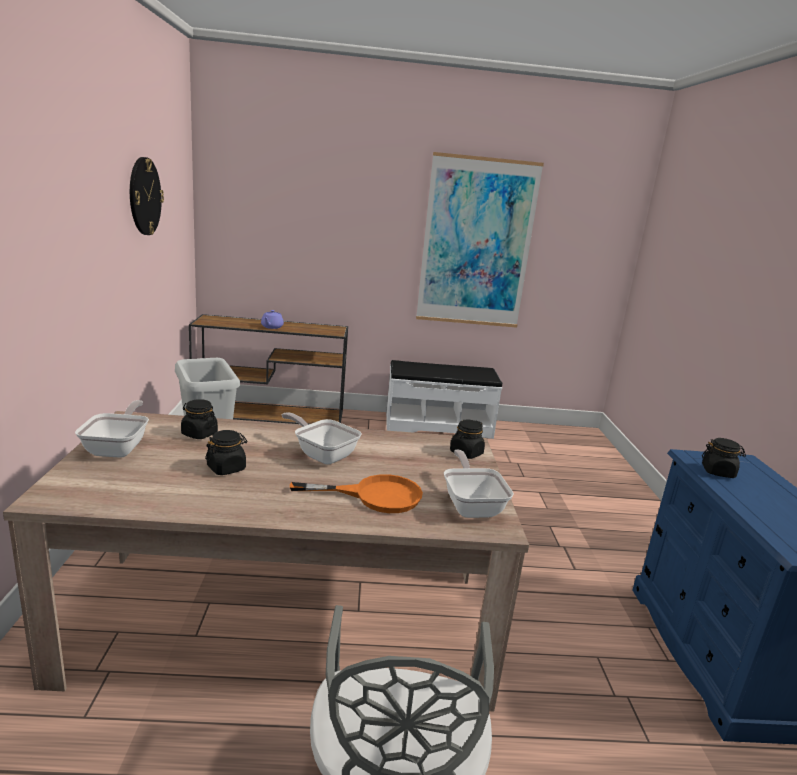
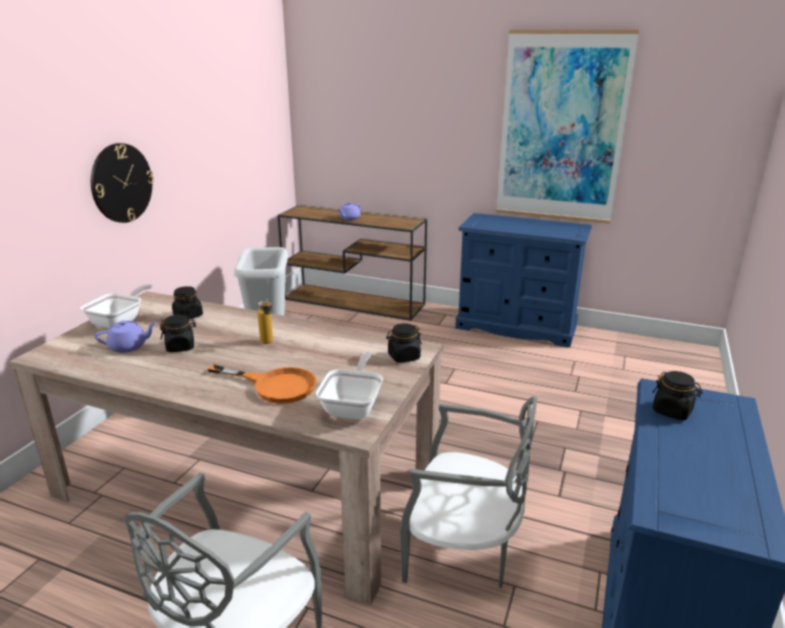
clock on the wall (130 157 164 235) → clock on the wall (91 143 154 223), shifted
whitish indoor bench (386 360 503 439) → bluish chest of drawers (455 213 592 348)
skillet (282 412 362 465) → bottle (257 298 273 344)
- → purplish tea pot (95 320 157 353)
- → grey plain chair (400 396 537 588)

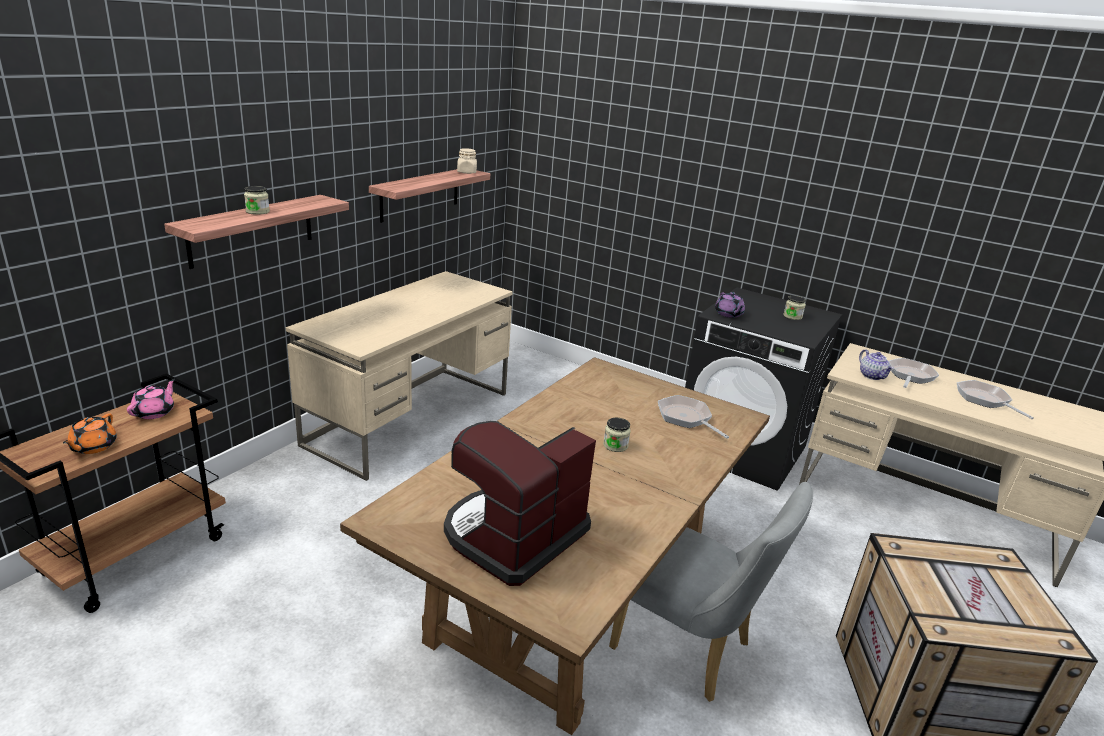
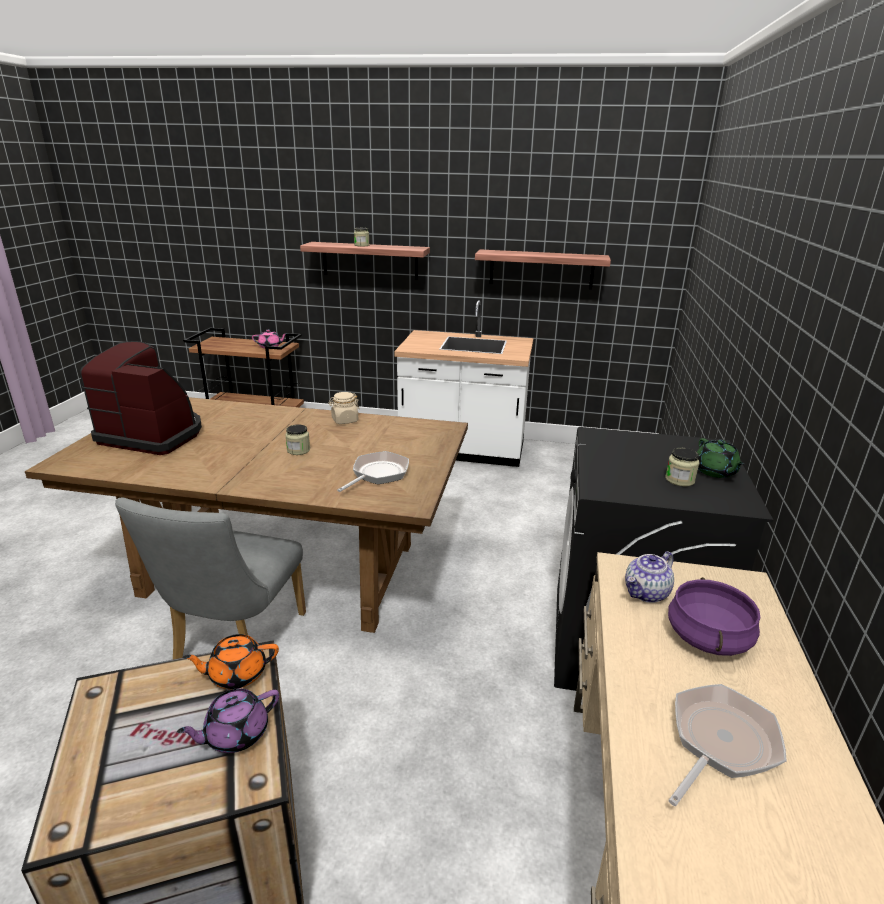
beige-coloured jar (457 148 477 174) → beige-coloured jar (328 392 360 424), shifted
beige-coloured desk table (286 271 513 481) → whitish kitchen base unit (394 300 533 467)
purplish tea pot (715 292 745 318) → purplish tea pot (177 688 279 753), shifted
skillet (888 358 939 388) → purplish stockpot (668 577 761 656)
orange-coloured tea pot (63 413 117 454) → orange-coloured tea pot (183 634 279 689), shifted
- → green-coloured tea pot (697 438 744 478)

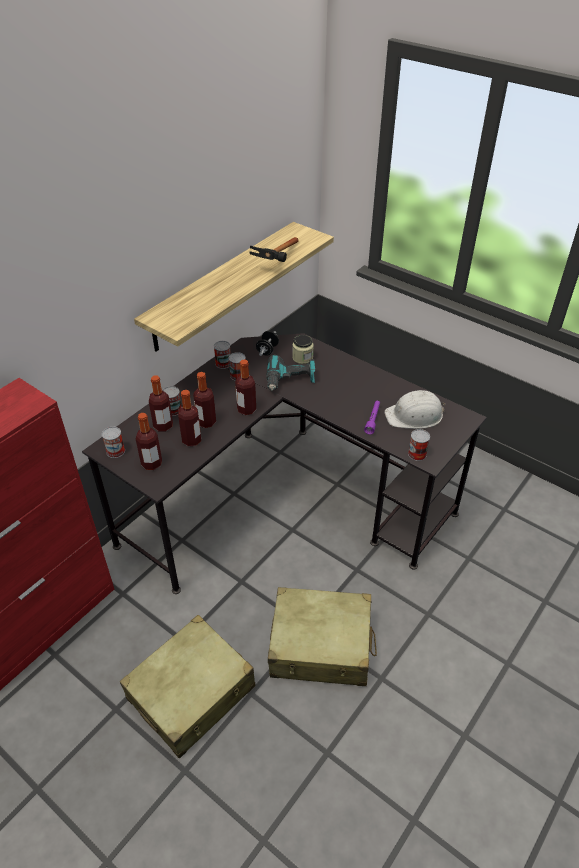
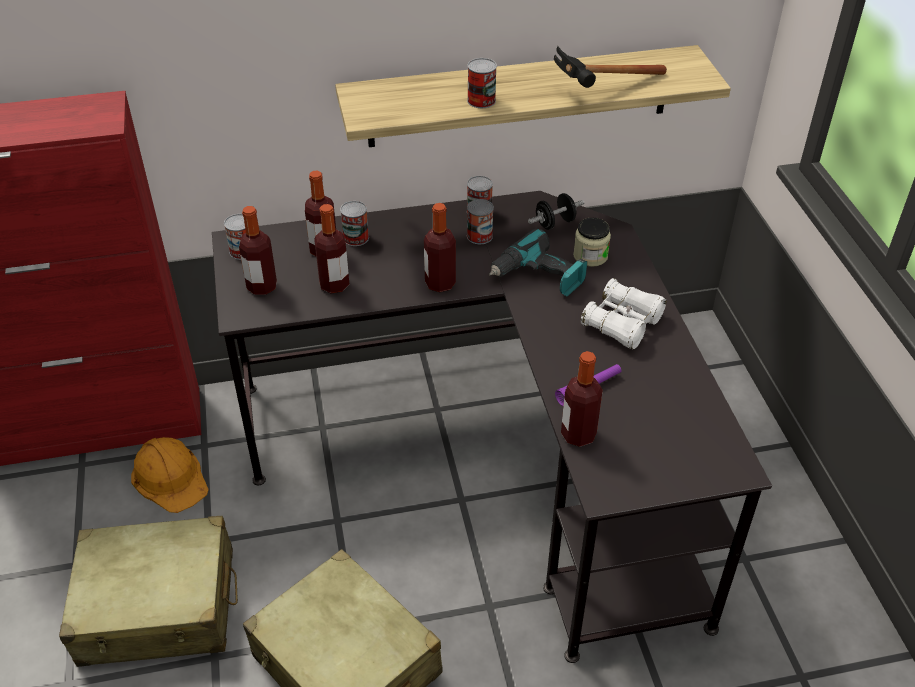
bottle (193 372 216 428) → bottle (561 351 603 447), shifted
whitish safety helmet (384 390 445 429) → -
metal can (408 429 430 461) → metal can (467 58 497 108), shifted
- → whitish pair of binoculars (581 278 666 349)
- → orange-coloured safety helmet (131 437 209 513)

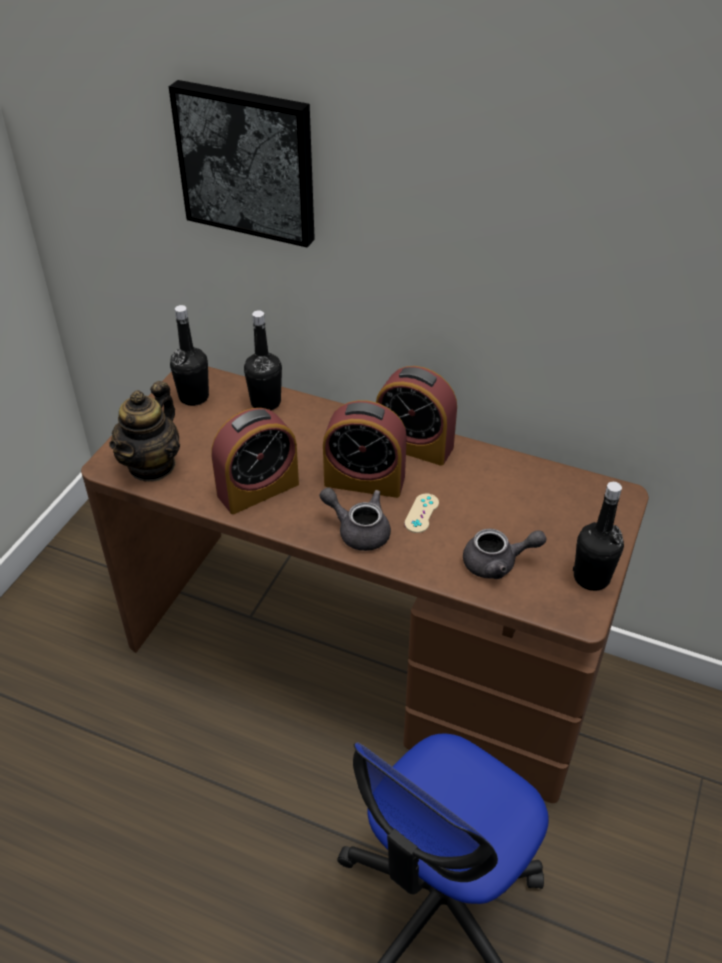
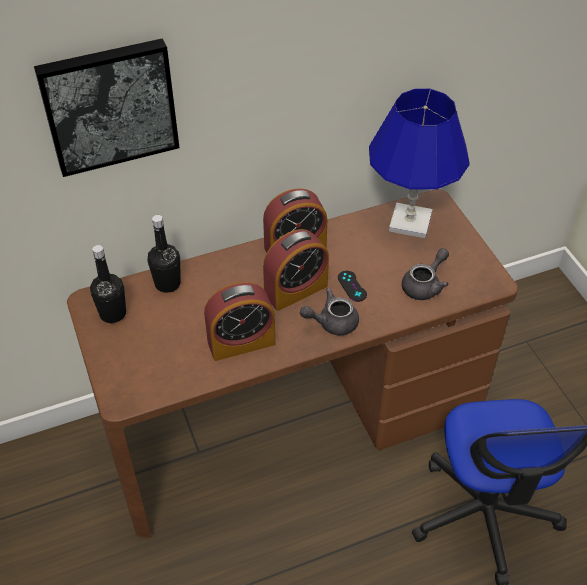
tea pot (109 381 180 482) → -
bedside clock (211 408 299 514) → bedside clock (204 282 275 361), 60 degrees clockwise
black-coloured bottle (573 482 624 591) → -
beige-coloured joypad (404 493 439 533) → black-coloured joypad (338 271 367 302)
- → bluish tabletop lamp (369 89 470 238)

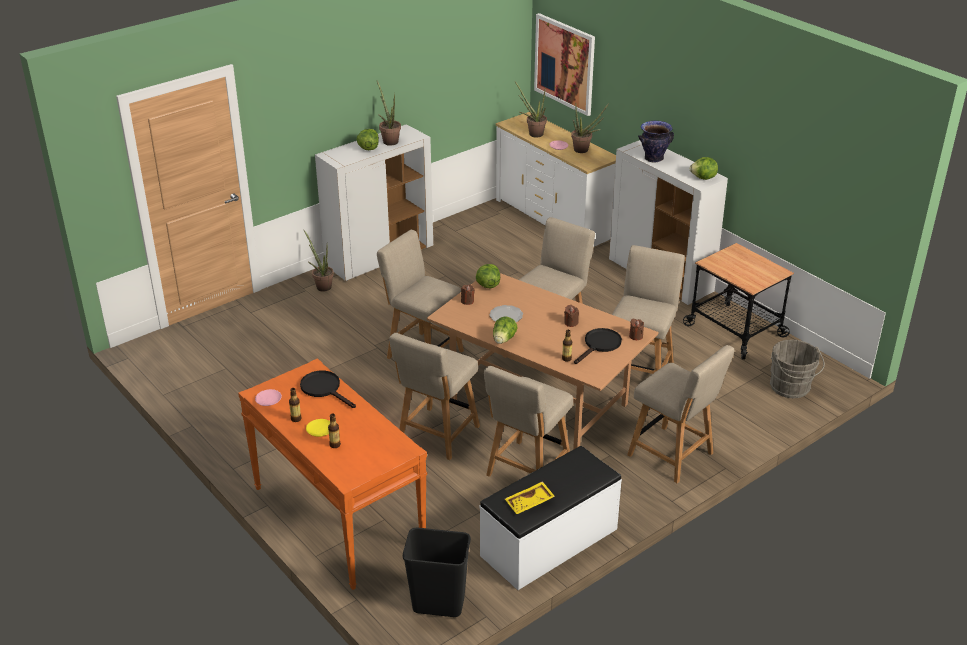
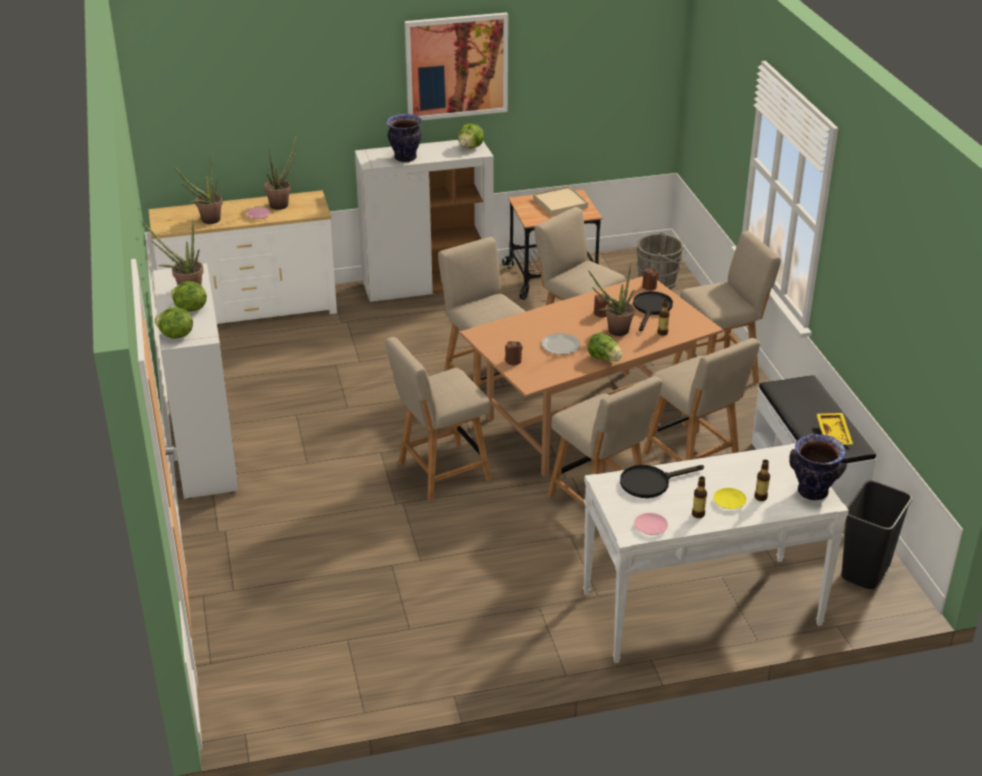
wall art (534 13 595 116) → wall art (405 12 508 120), shifted
houseplant (304 230 334 292) → houseplant (588 262 635 336), shifted
lettuce head (476 264 500 288) → lettuce head (155 307 193 339), shifted
black-coloured skillet (574 328 622 364) → black-coloured skillet (633 291 673 331), 45 degrees clockwise
orange-coloured console table (238 358 427 590) → whitish console table (583 443 849 663)
- → beige-coloured carrying tray (533 186 588 216)
- → flower vase (789 434 847 500)

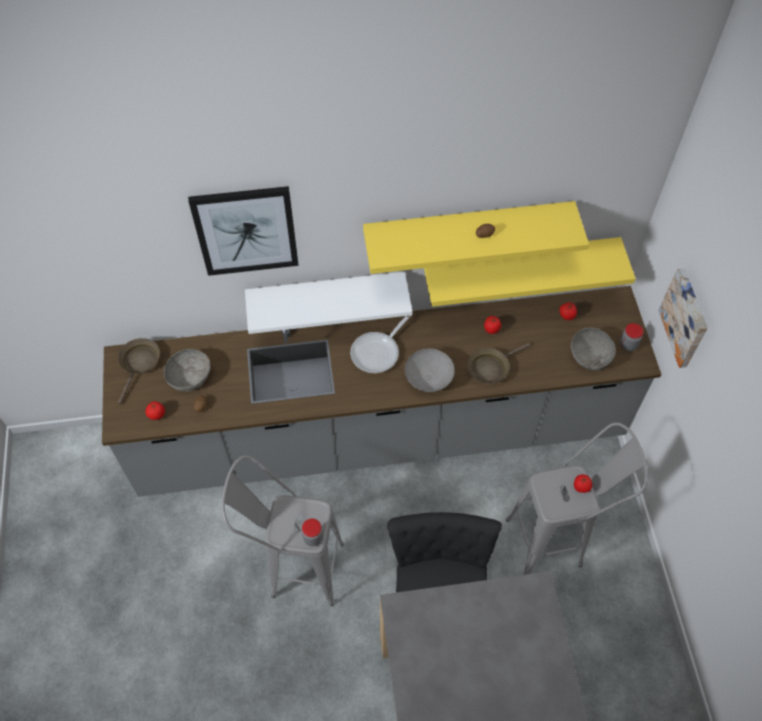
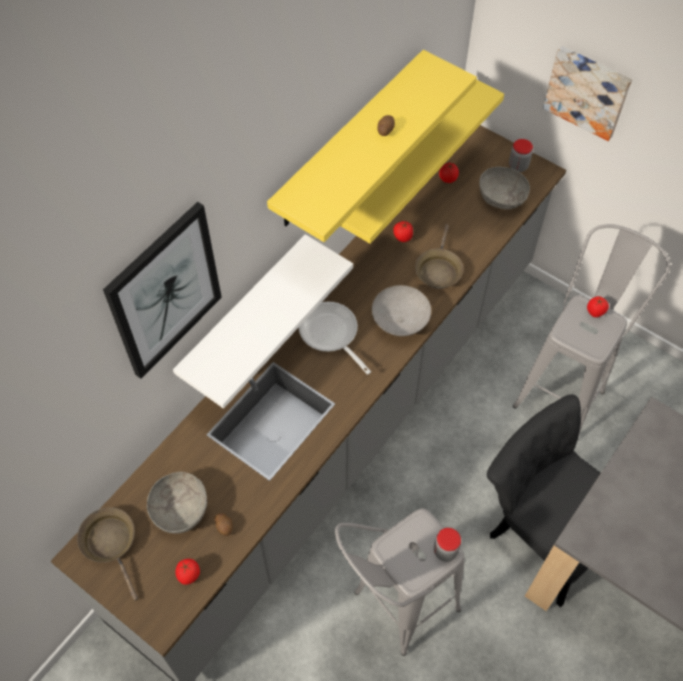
skillet (350 315 412 373) → skillet (299 302 371 374), 150 degrees clockwise

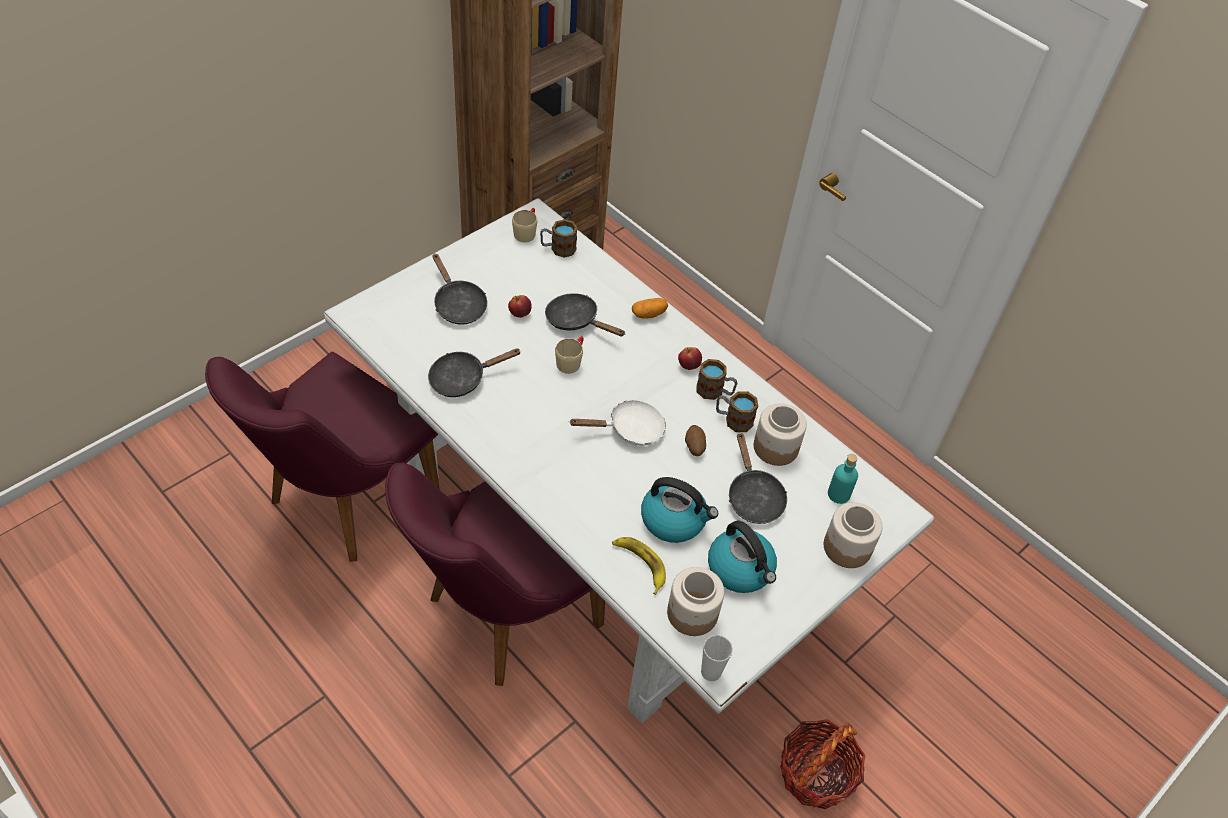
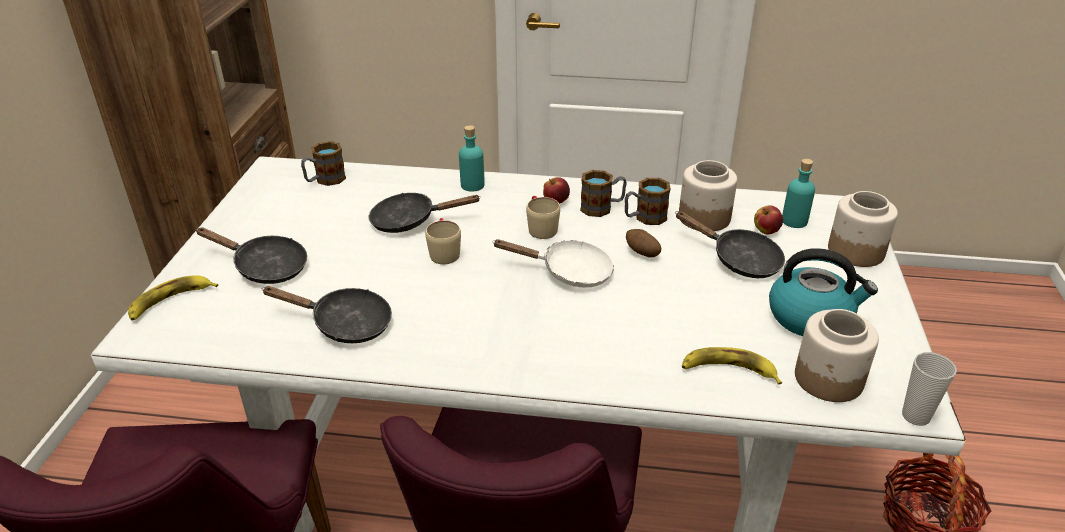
beige-coloured tea mug (512 208 537 242) → beige-coloured tea mug (526 196 560 239), shifted
apple (508 295 532 318) → apple (754 206 783 234), shifted
whole potato (632 298 668 319) → turquoise-coloured bottle (459 125 485 192)
black-coloured skillet (428 348 521 397) → black-coloured skillet (262 286 392 343), 105 degrees counterclockwise
whitish skillet (569 399 666 446) → whitish skillet (492 239 614 288), 60 degrees clockwise
kettle (641 477 718 543) → -
- → whole banana (128 275 219 320)

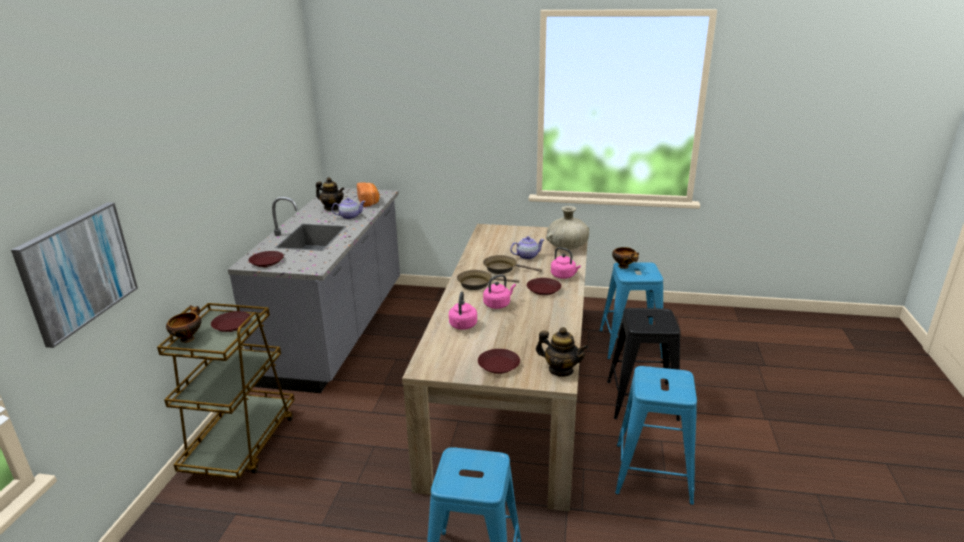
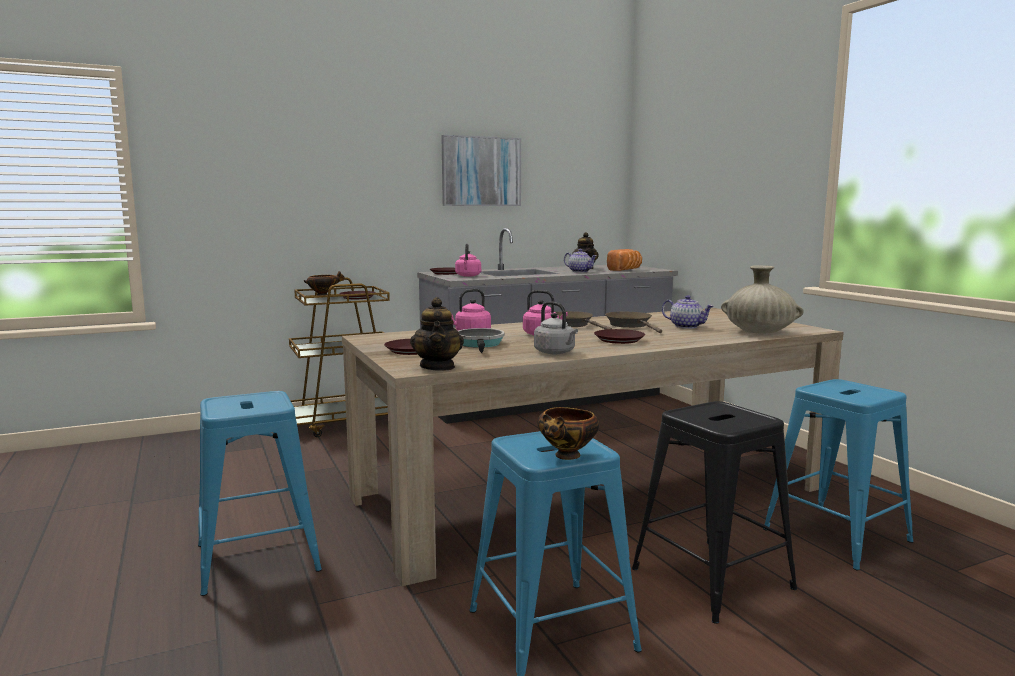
wall art (11 202 138 348) → wall art (441 135 521 206), shifted
pink kettle (551 247 581 279) → pink kettle (455 243 481 277), shifted
deep dish (612 247 639 269) → deep dish (537 407 599 460), shifted
- → grey kettle (534 301 578 354)
- → skillet (458 328 505 353)

